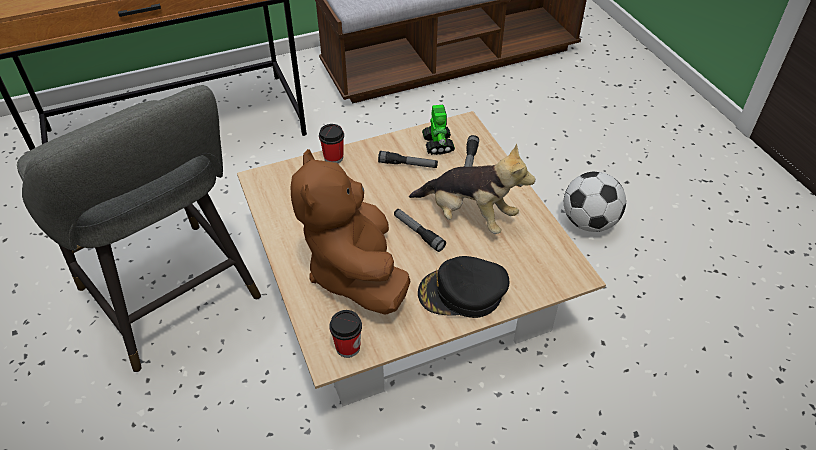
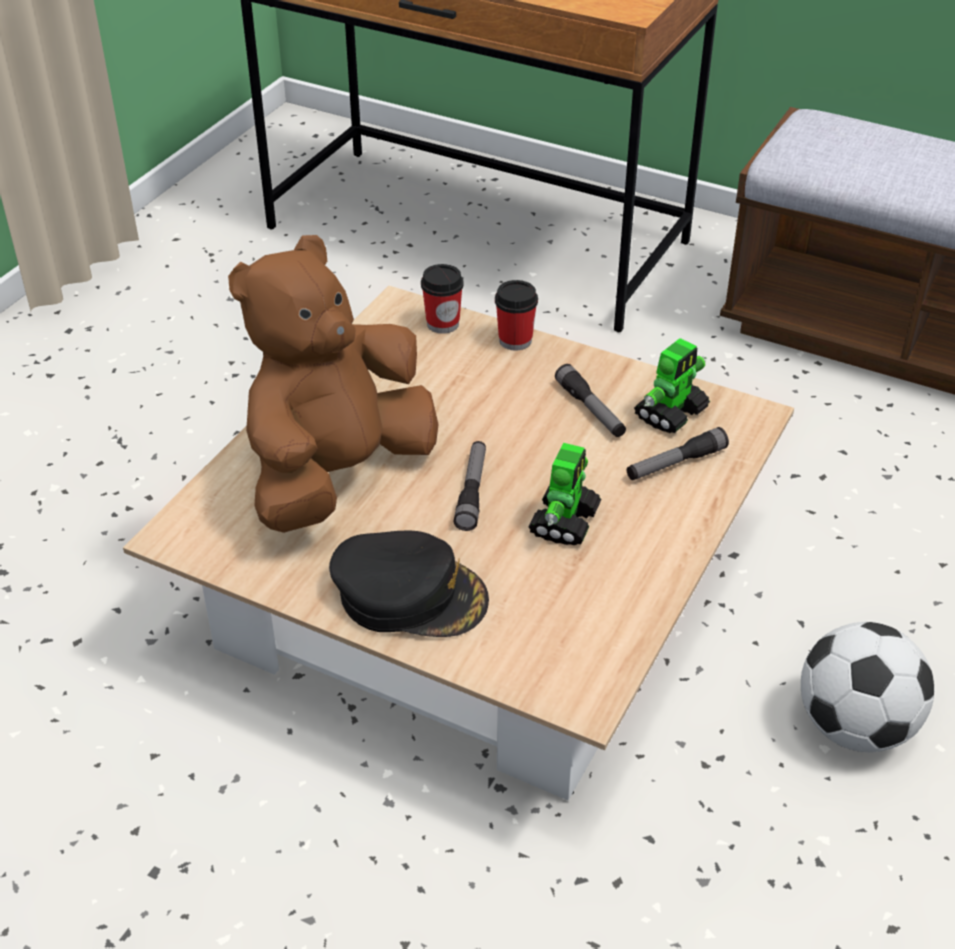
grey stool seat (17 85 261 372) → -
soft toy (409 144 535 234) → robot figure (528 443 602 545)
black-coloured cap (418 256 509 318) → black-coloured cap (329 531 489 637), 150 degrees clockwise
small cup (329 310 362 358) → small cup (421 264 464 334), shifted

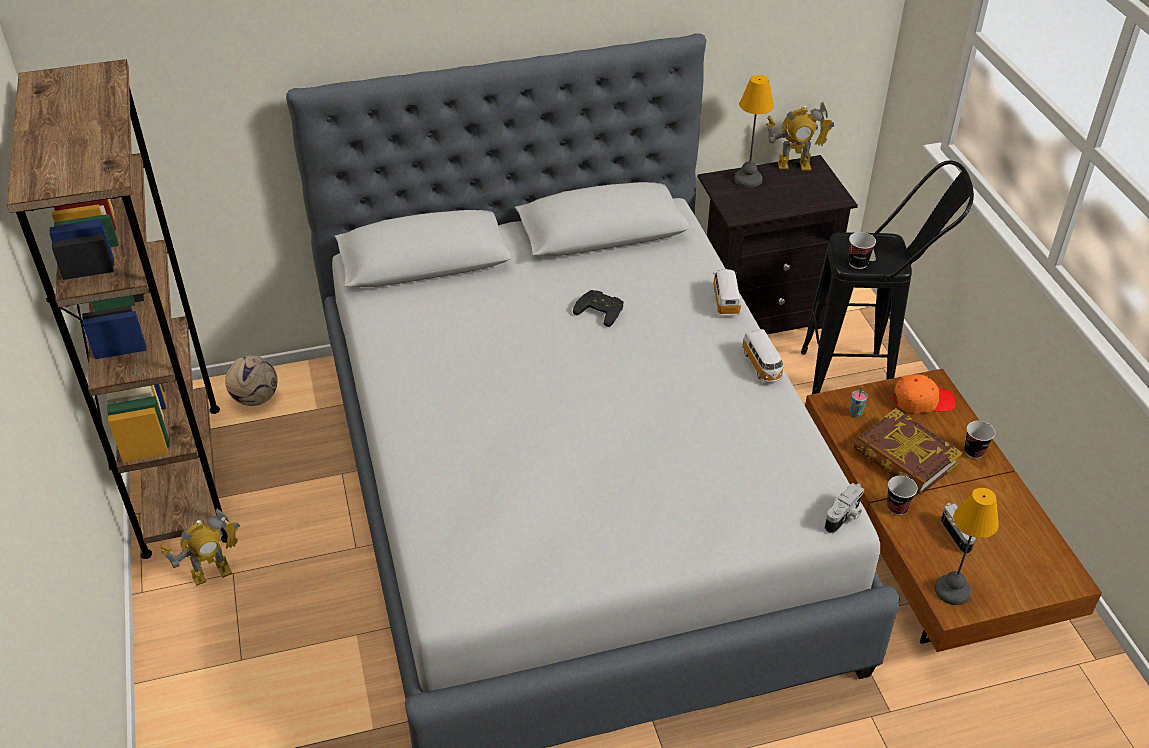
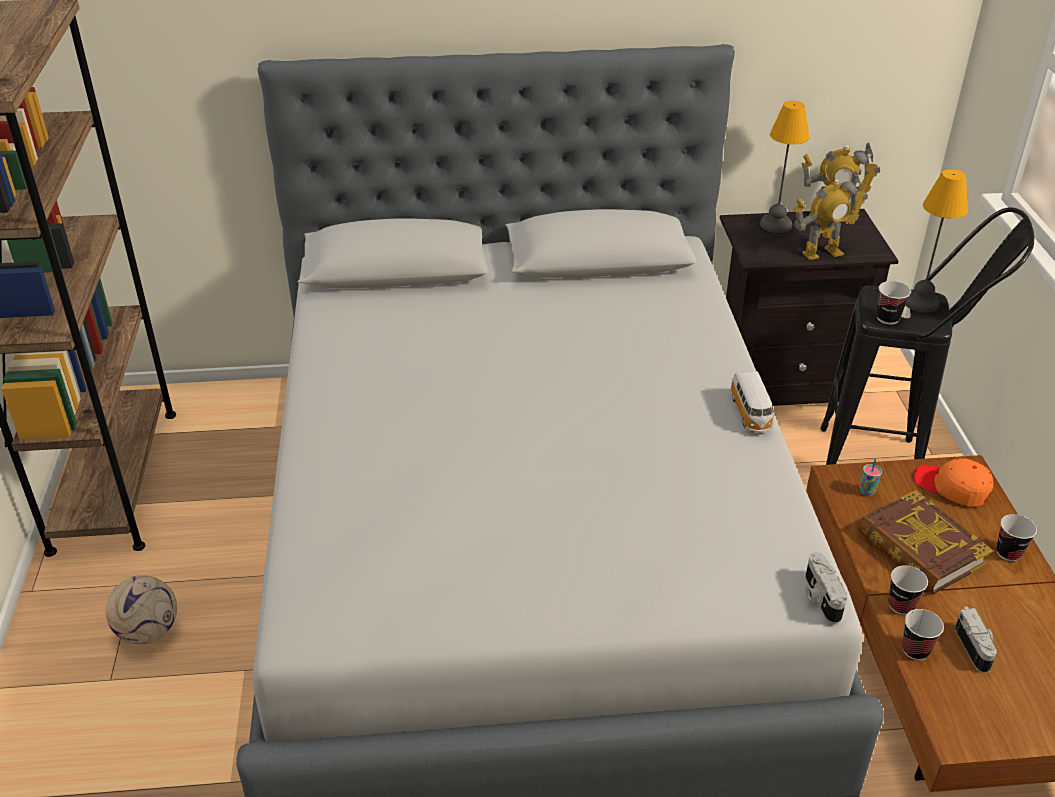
toy car (713 269 741 316) → -
black-coloured joypad (573 290 624 327) → -
football ball (225 355 277 406) → football ball (106 575 177 644), shifted
orange-coloured cap (893 374 956 413) → orange-coloured cap (913 458 993 506), 150 degrees counterclockwise
still camera (825 483 864 533) → still camera (805 552 847 624), 120 degrees clockwise
tabletop lamp (935 488 999 605) → tabletop lamp (906 169 968 313), shifted
robot figure (160 509 240 586) → robot figure (794 171 868 260), shifted
- → small cup (902 609 944 660)

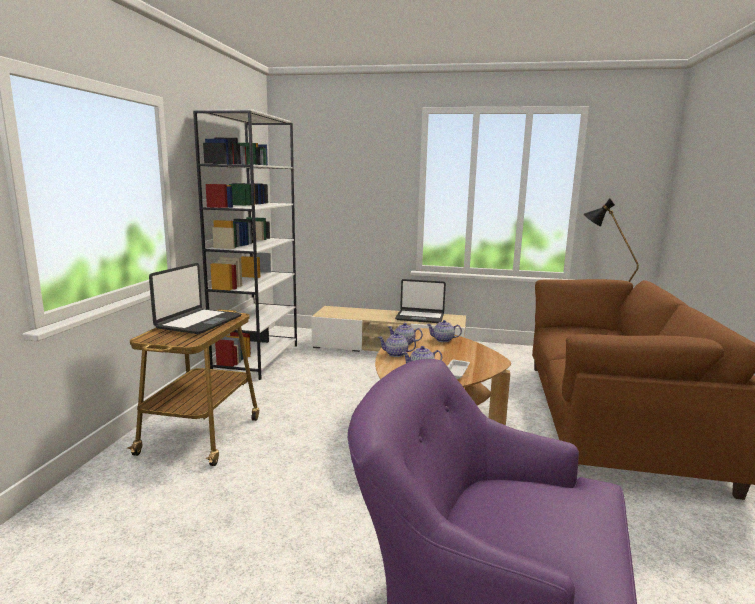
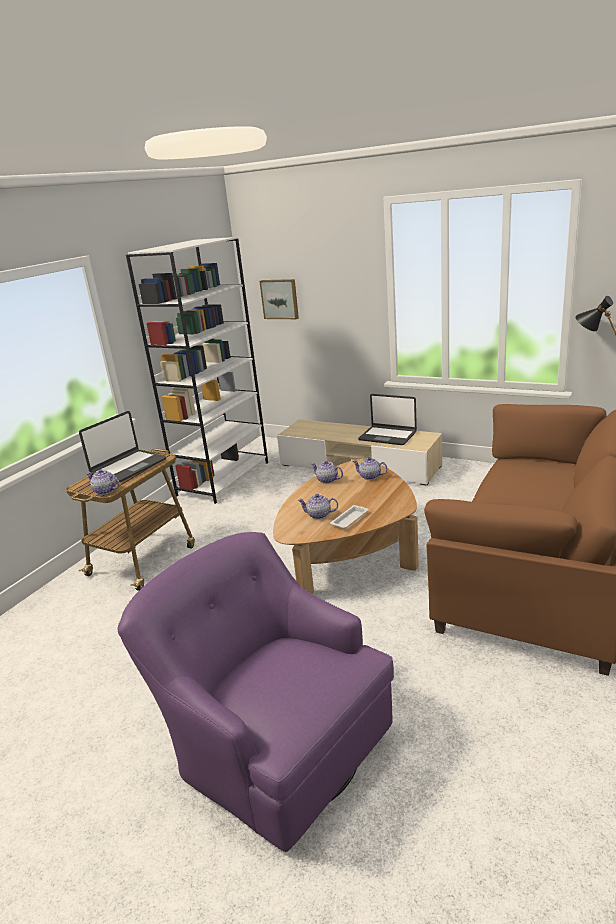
tea pot (378 333 416 357) → tea pot (86 469 120 495), shifted
- → wall art (259 279 299 319)

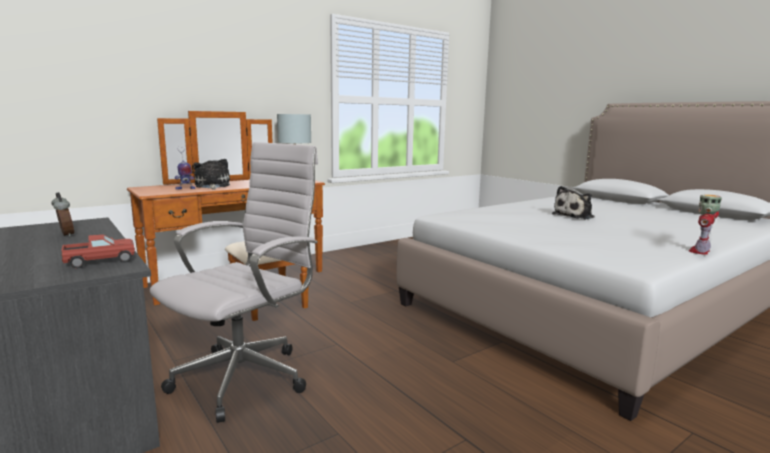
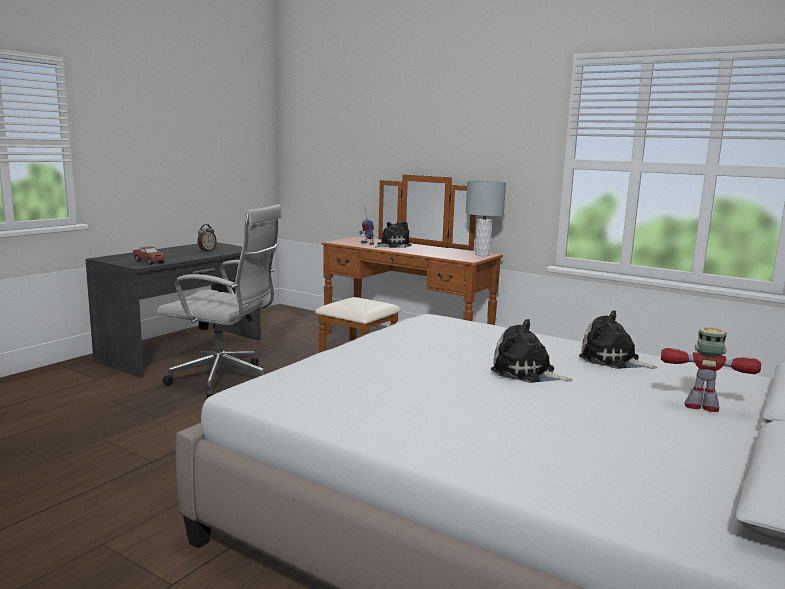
robot figure (689 194 722 255) → robot figure (661 328 761 412), shifted
- → soft toy (579 311 657 369)

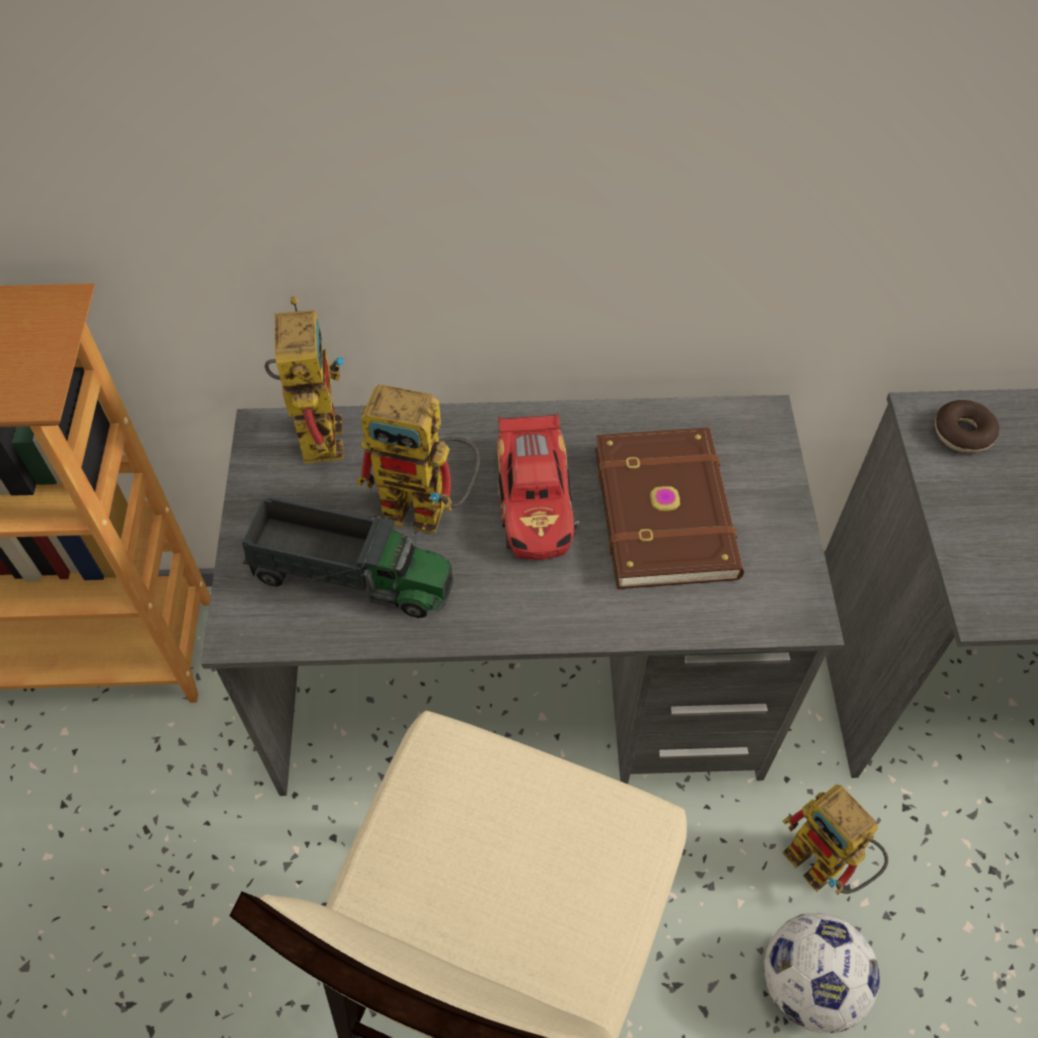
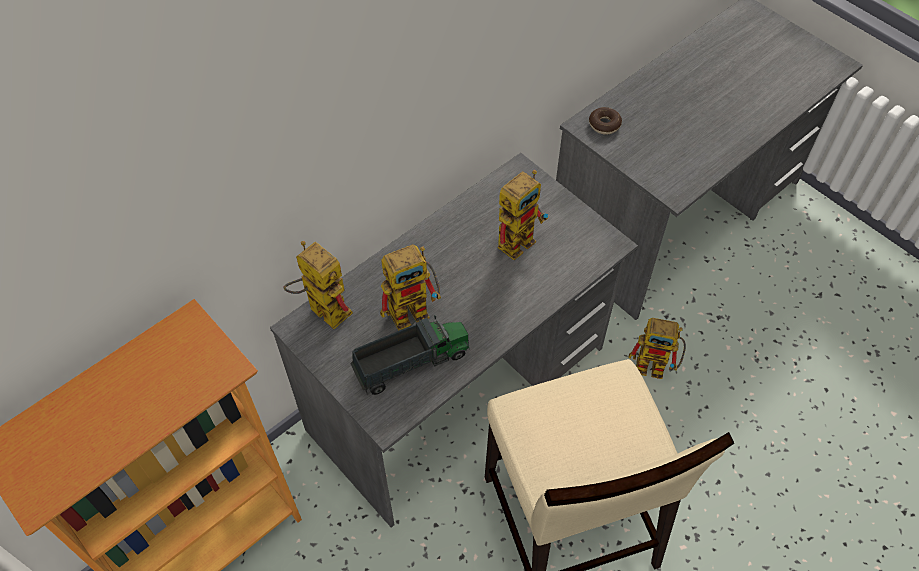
toy car (497 412 580 560) → -
brown bound book (595 428 744 589) → robot figure (498 170 549 260)
football ball (764 913 880 1033) → -

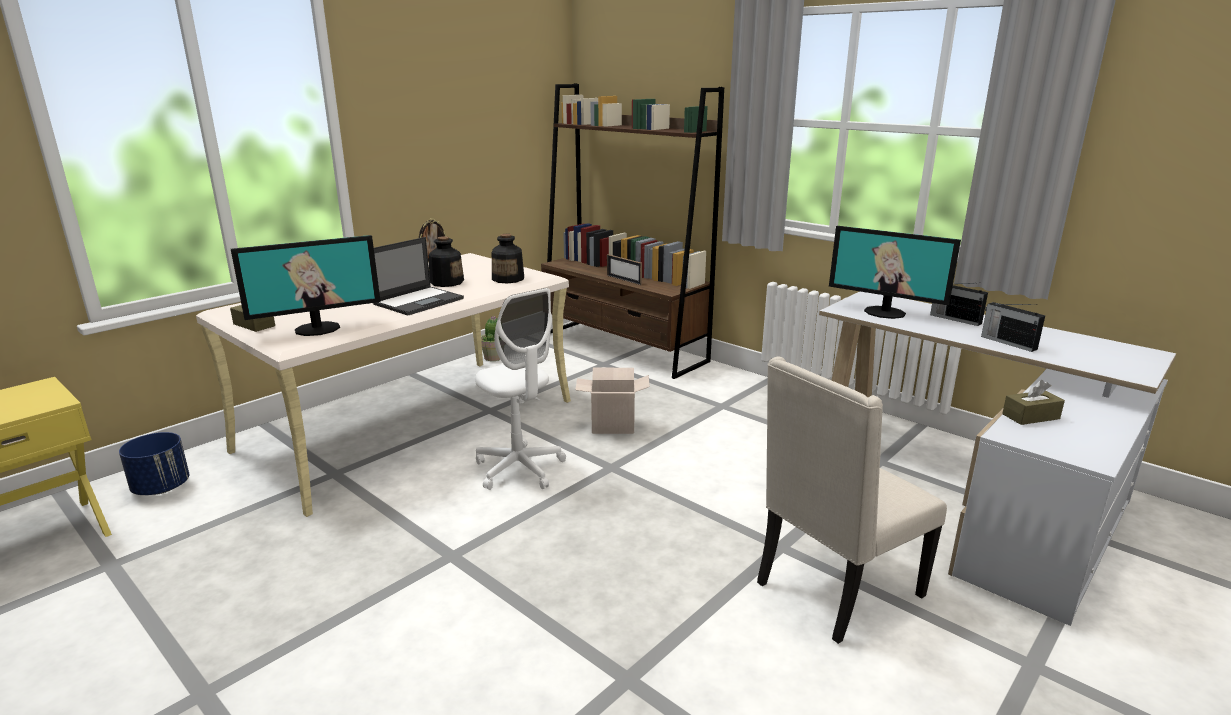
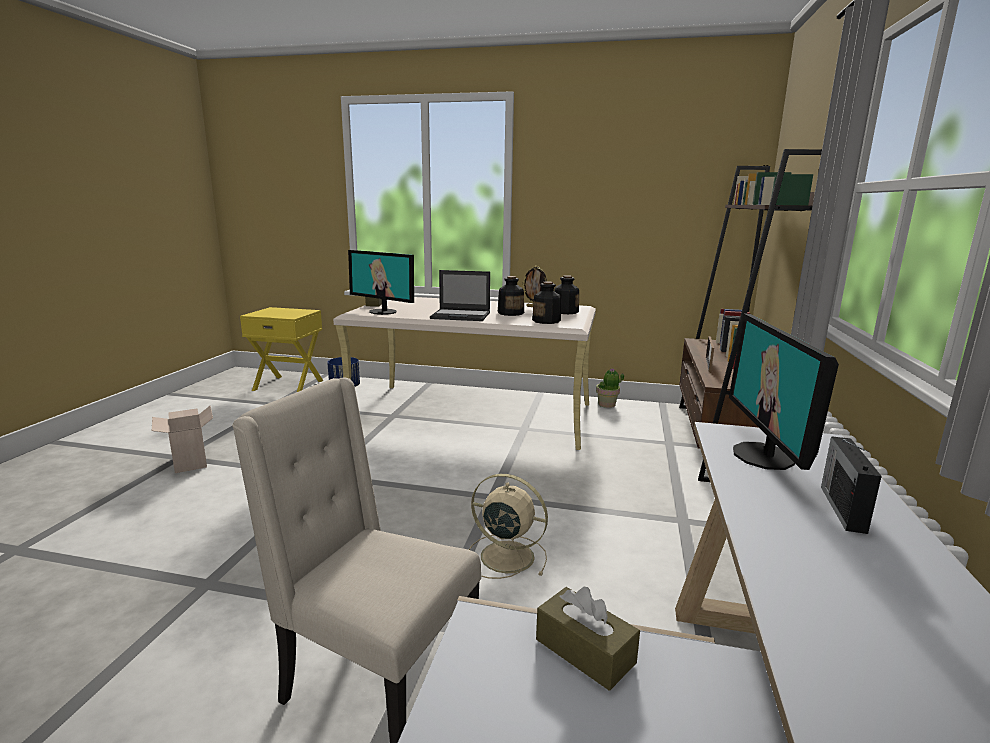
whitish computer chair (475 288 566 490) → -
radio (981 302 1045 352) → -
cardboard box (575 368 650 434) → cardboard box (152 406 213 473), shifted
- → bottle (554 275 579 314)
- → beige-coloured cooling fan (469 474 548 579)

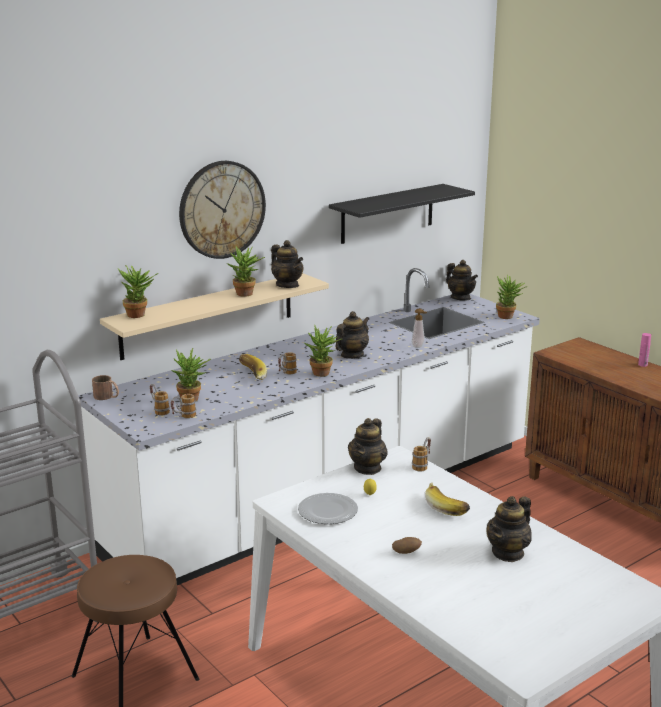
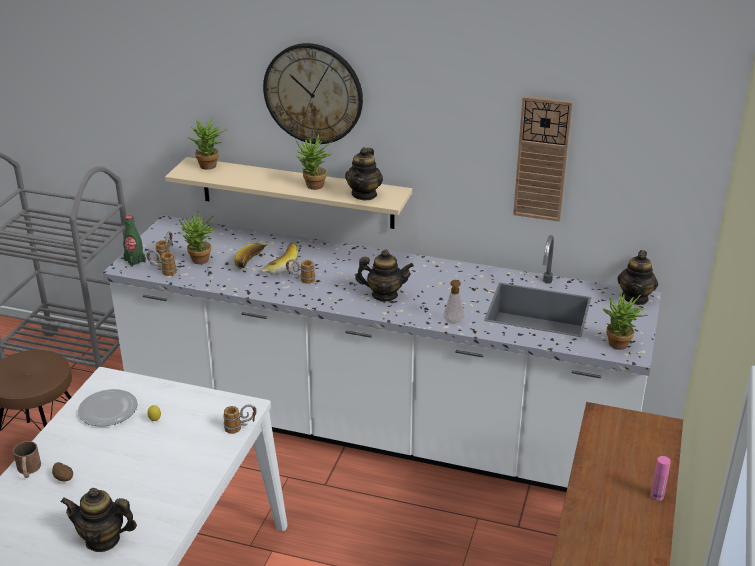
black-coloured shelf (329 184 475 244) → clock on the wall (513 96 573 222)
houseplant (304 325 342 377) → -
brown tea mug (92 375 119 400) → brown tea mug (13 441 41 478), shifted
tea pot (348 418 388 475) → -
whole banana (425 482 470 516) → whole banana (234 243 269 269), shifted
- → green-coloured bottle (123 215 146 267)

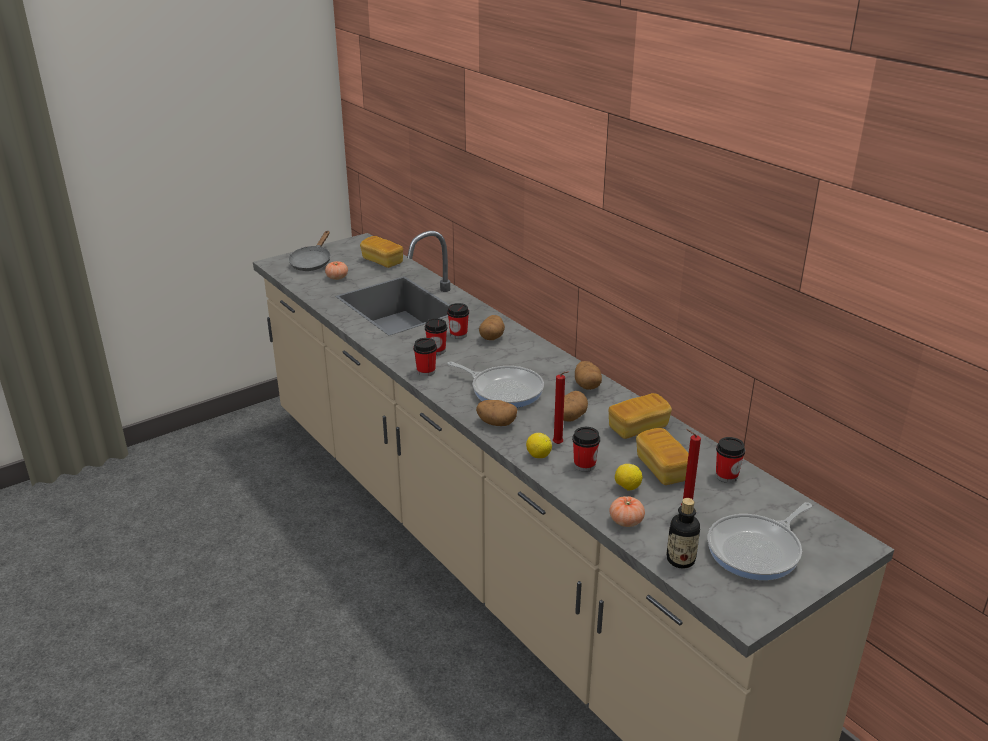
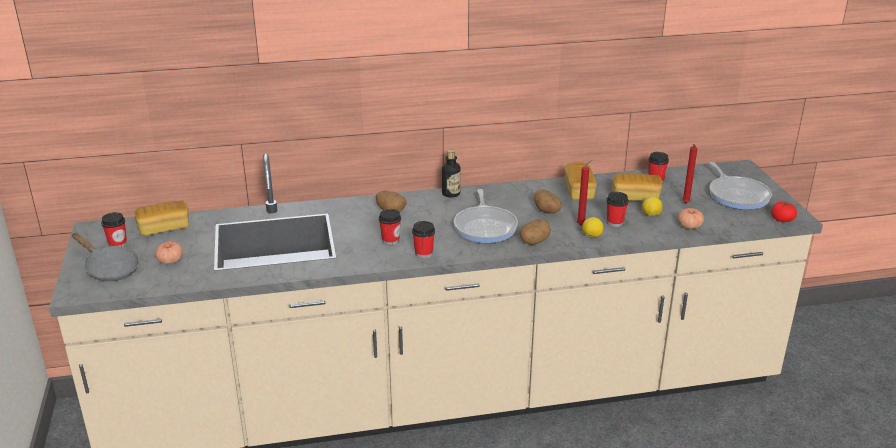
small cup (447 303 469 339) → small cup (101 212 127 247), shifted
skillet (447 361 544 408) → skillet (454 189 518 243), 120 degrees clockwise
whole potato (575 361 602 390) → -
bottle (666 498 700 569) → bottle (442 149 461 198), shifted
- → tomato (771 202 797 222)

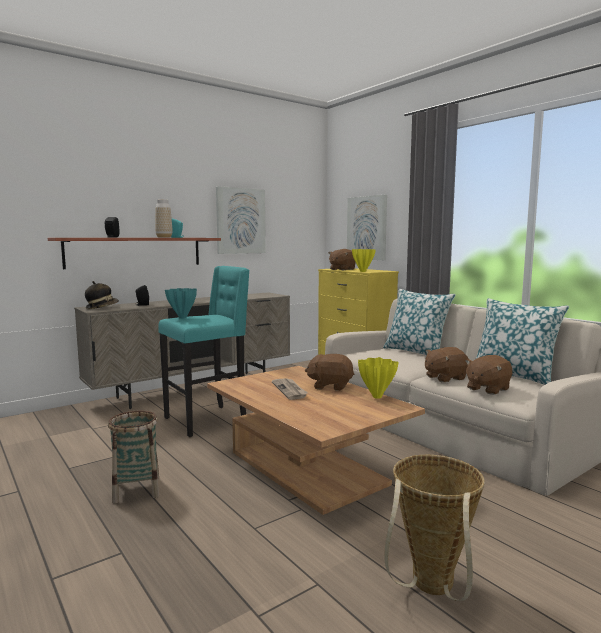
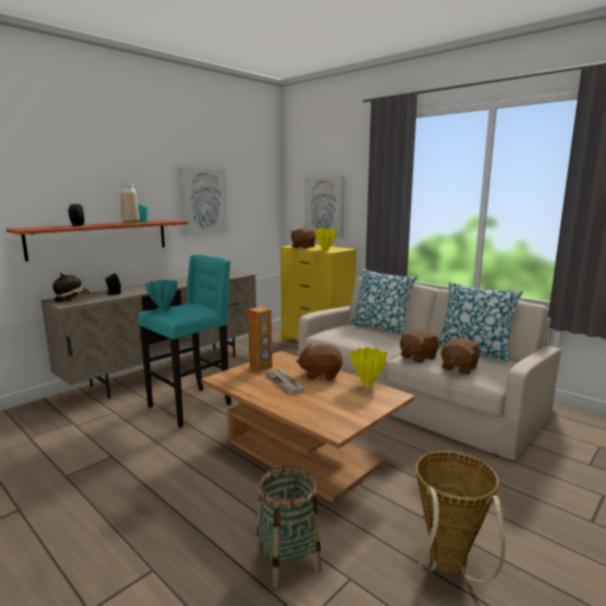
household basket (108 411 159 504) → household basket (256 466 322 588), shifted
- → brown audio speaker (248 307 272 372)

